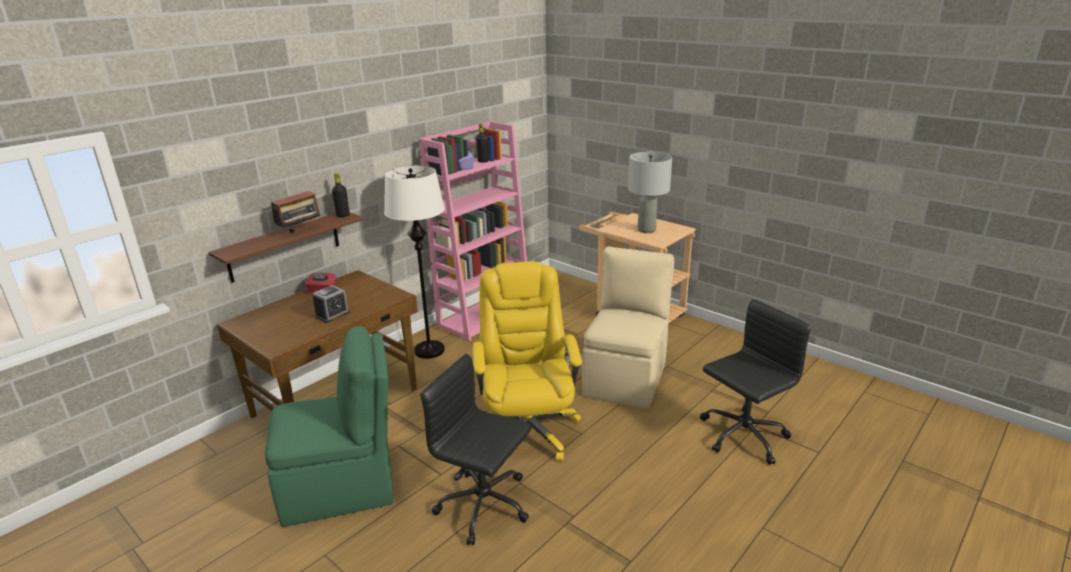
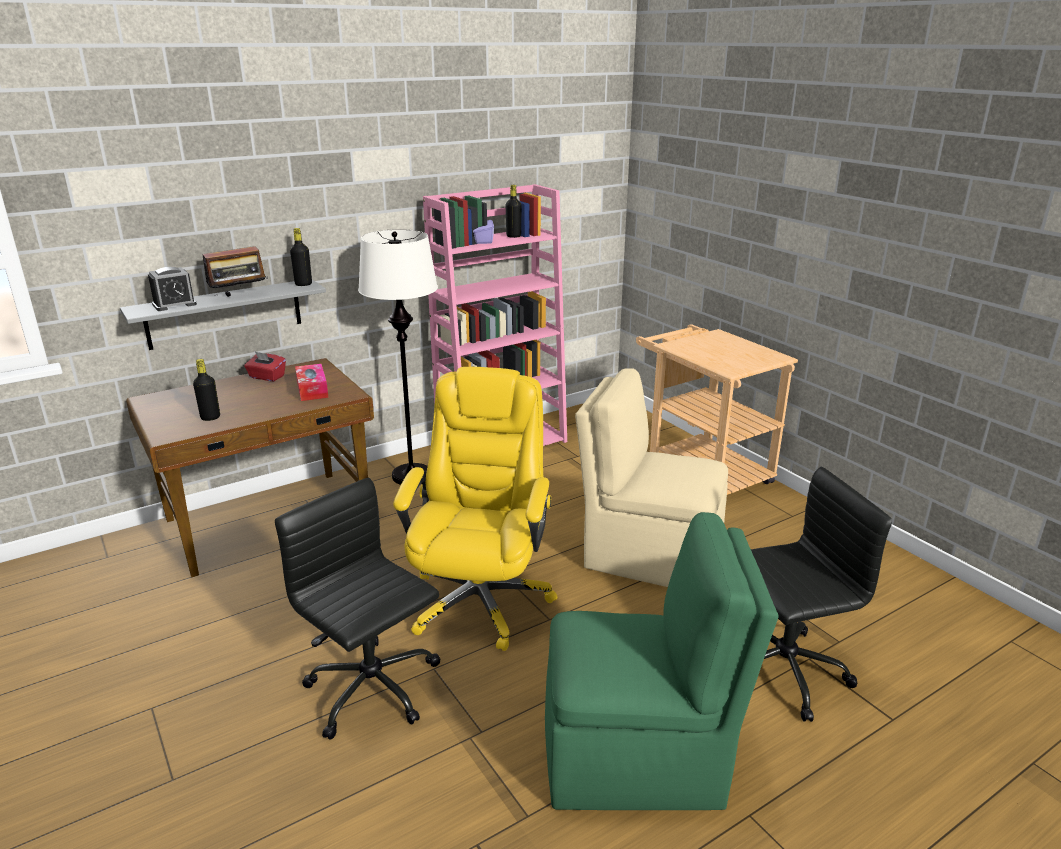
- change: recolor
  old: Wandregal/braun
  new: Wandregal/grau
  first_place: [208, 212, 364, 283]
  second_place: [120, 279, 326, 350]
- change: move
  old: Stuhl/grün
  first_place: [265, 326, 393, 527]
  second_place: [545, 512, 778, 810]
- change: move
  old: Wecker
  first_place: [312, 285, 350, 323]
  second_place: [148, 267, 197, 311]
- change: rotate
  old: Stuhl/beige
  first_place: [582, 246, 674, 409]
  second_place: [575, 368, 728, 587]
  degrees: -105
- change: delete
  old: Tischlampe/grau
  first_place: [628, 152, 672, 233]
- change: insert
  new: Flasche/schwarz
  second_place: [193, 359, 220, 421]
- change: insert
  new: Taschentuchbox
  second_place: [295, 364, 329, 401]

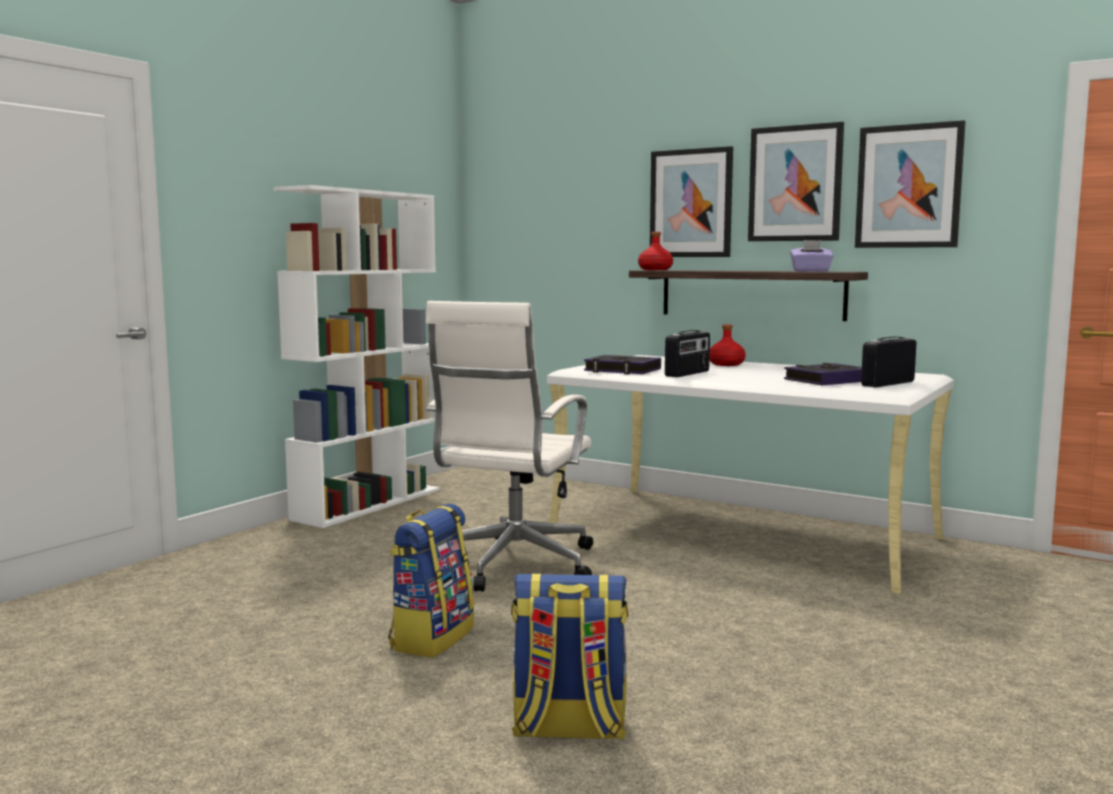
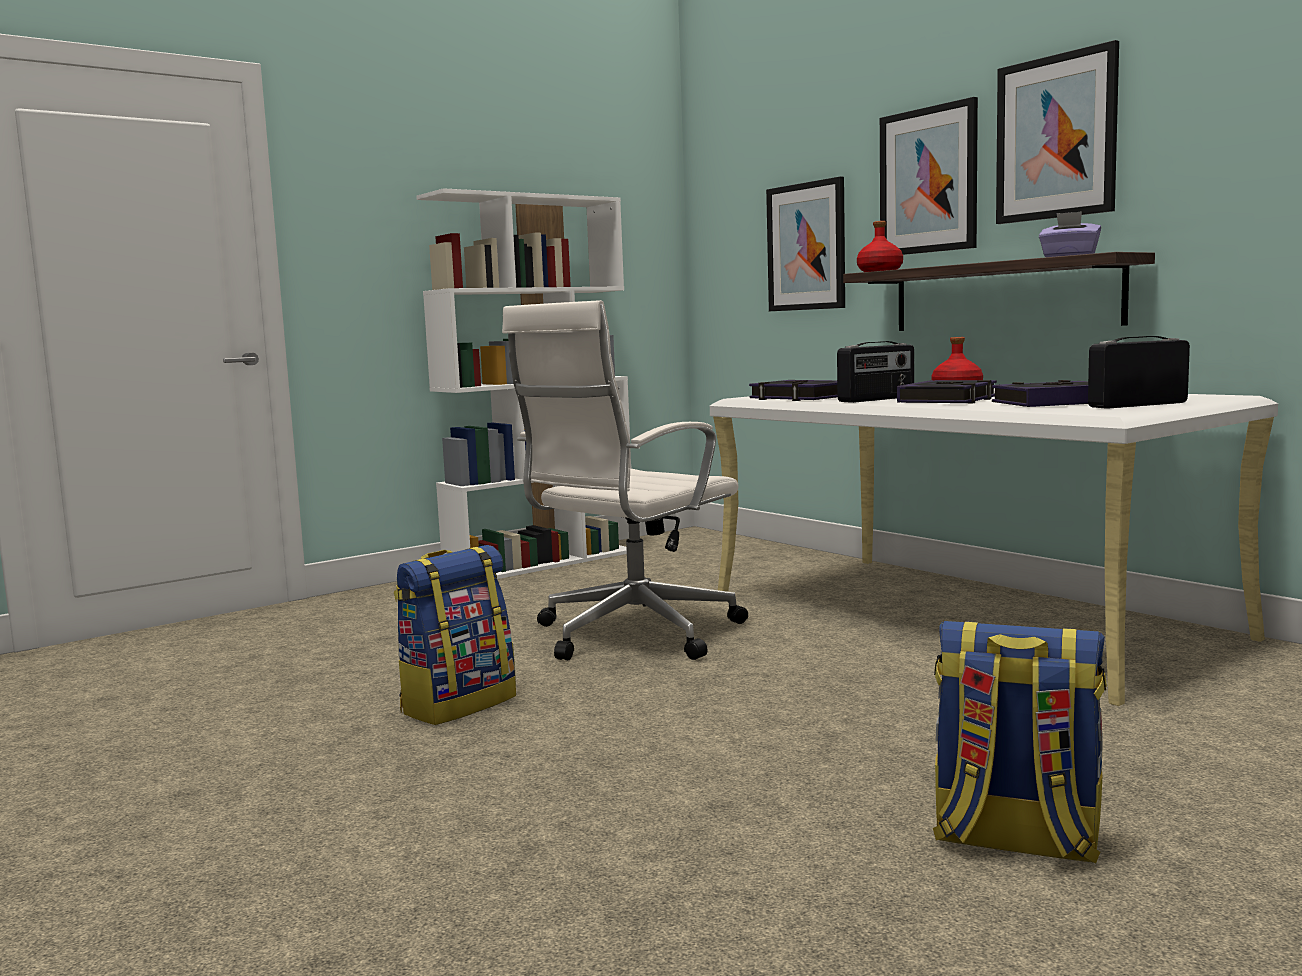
- change: move
  old: Rucksack
  first_place: [511, 574, 629, 740]
  second_place: [933, 621, 1107, 864]
- change: move
  old: Bild
  first_place: [855, 120, 965, 248]
  second_place: [766, 176, 845, 311]
- change: insert
  new: Buch
  second_place: [897, 380, 997, 404]

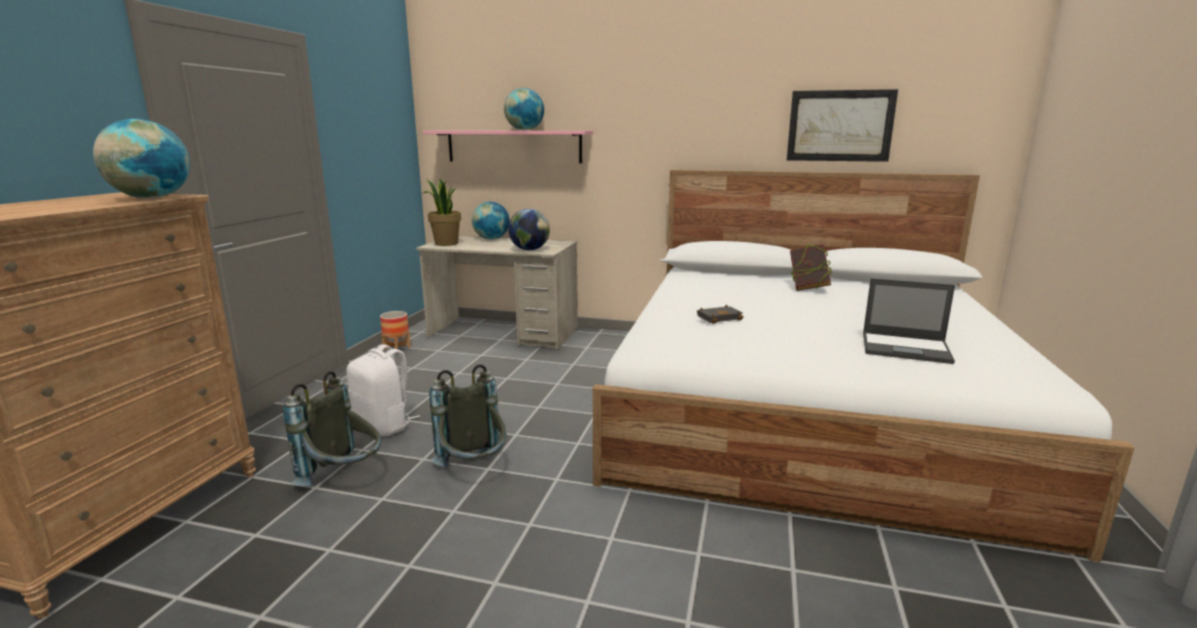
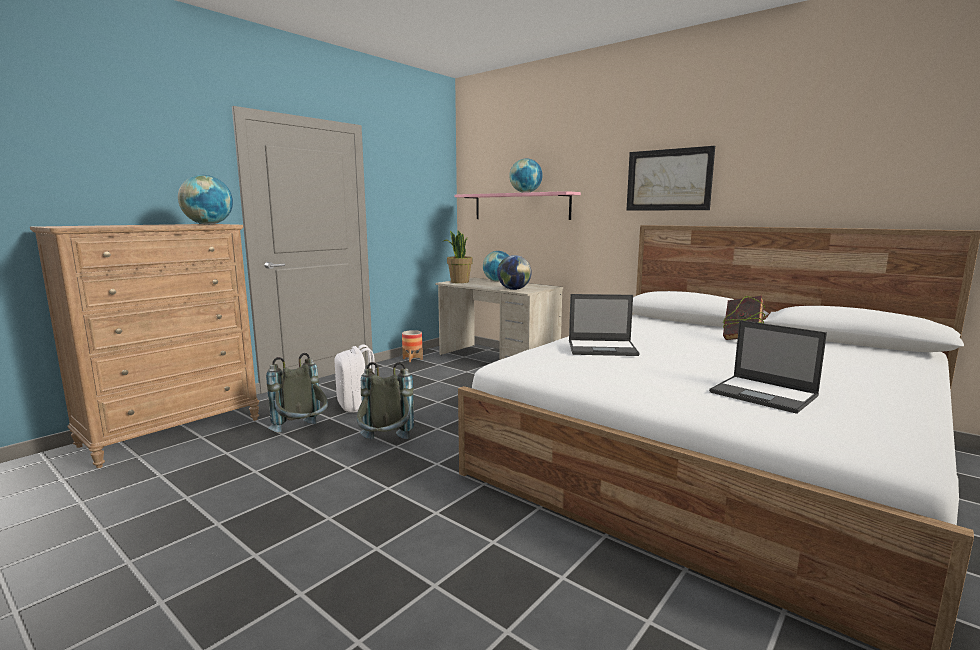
- change: replace
  old: Buch/schwarz
  new: Laptop
  first_place: [697, 305, 744, 324]
  second_place: [569, 294, 640, 356]
- change: move
  old: Bild
  first_place: [787, 89, 898, 162]
  second_place: [627, 146, 715, 210]

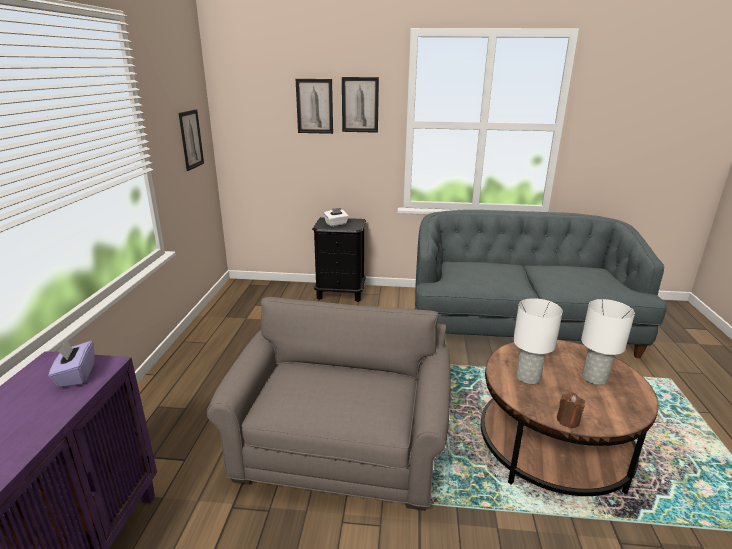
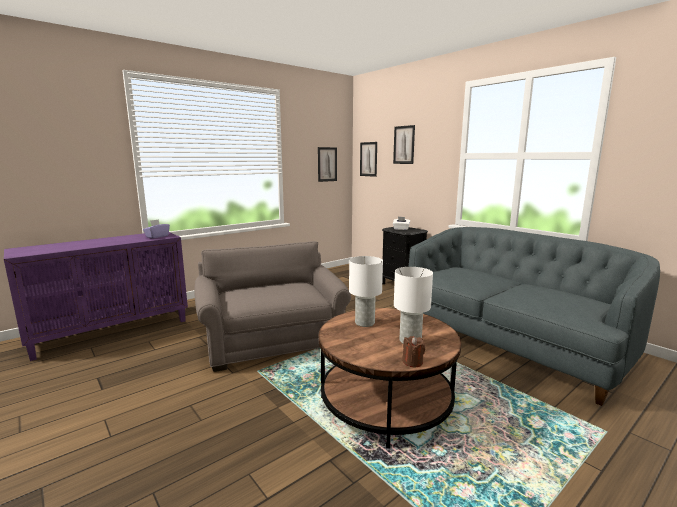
- change: rotate
  old: Sessel/grau
  first_place: [207, 297, 451, 511]
  second_place: [194, 241, 351, 372]
  degrees: -75
- change: move
  old: Bild
  first_place: [342, 77, 379, 133]
  second_place: [360, 142, 377, 177]
- change: move
  old: Kerze/braun
  first_place: [557, 392, 585, 428]
  second_place: [402, 336, 425, 367]

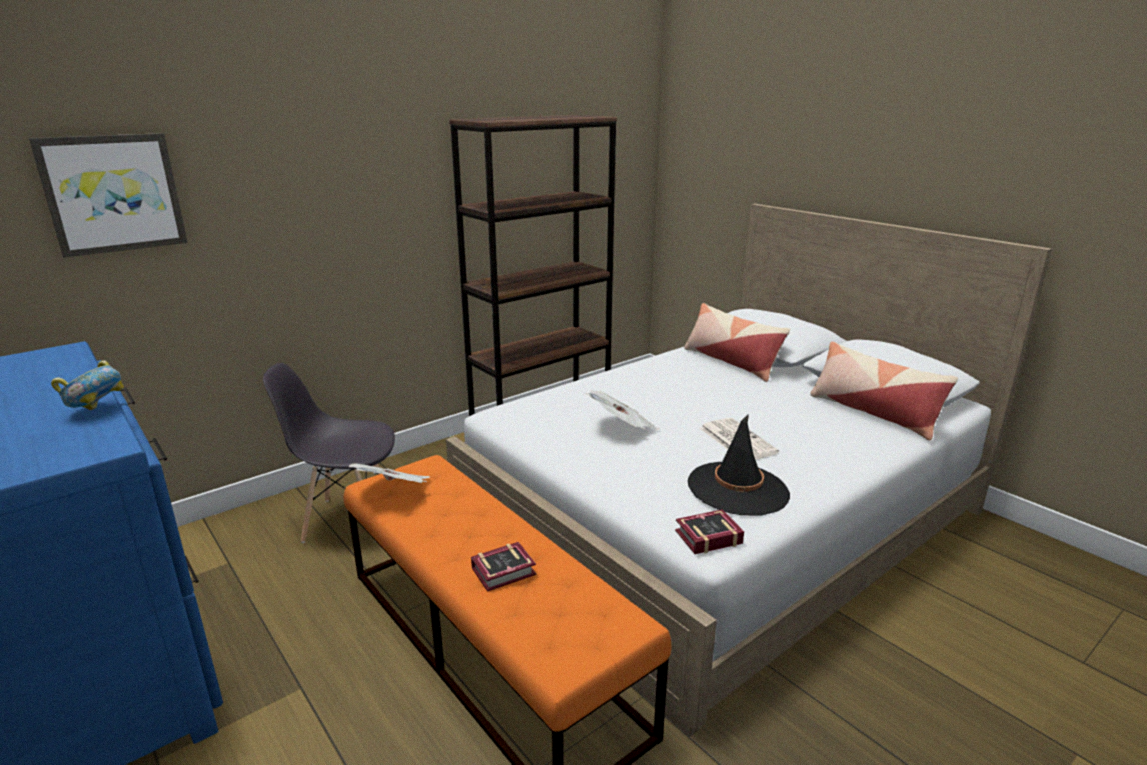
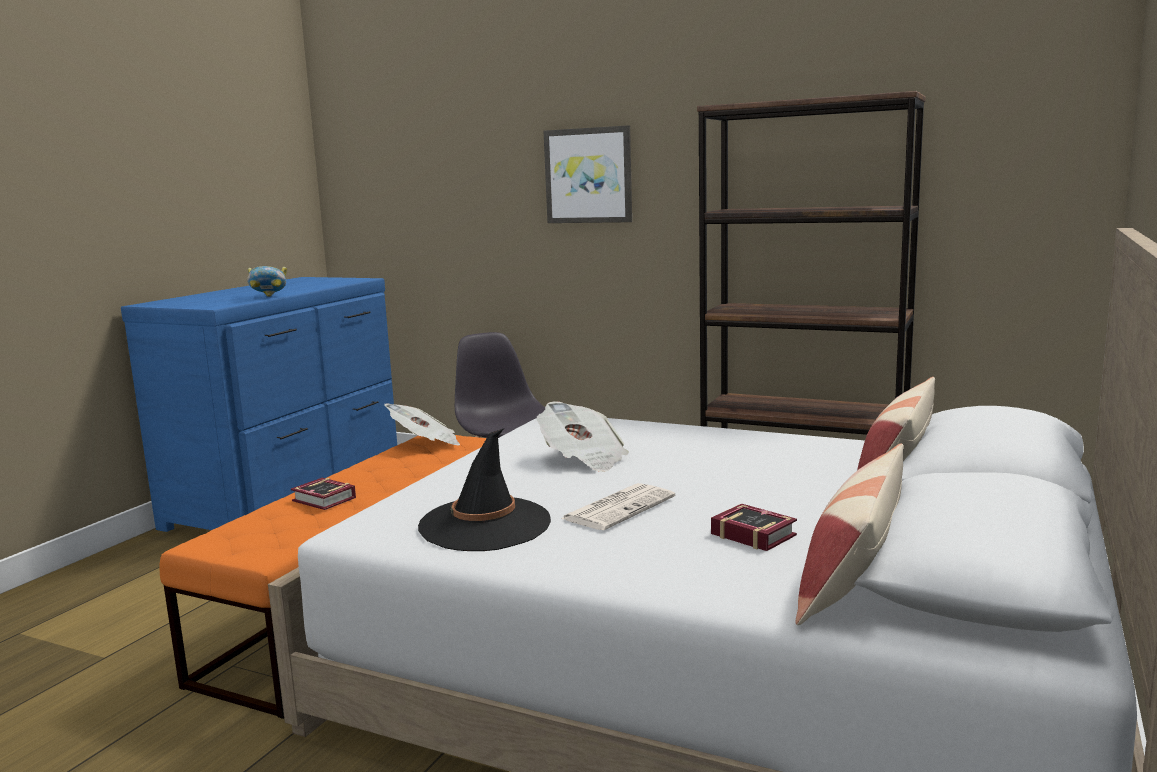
- change: move
  old: Bild
  first_place: [29, 133, 188, 258]
  second_place: [543, 125, 632, 223]
- change: move
  old: Buch
  first_place: [675, 509, 744, 554]
  second_place: [711, 504, 797, 551]

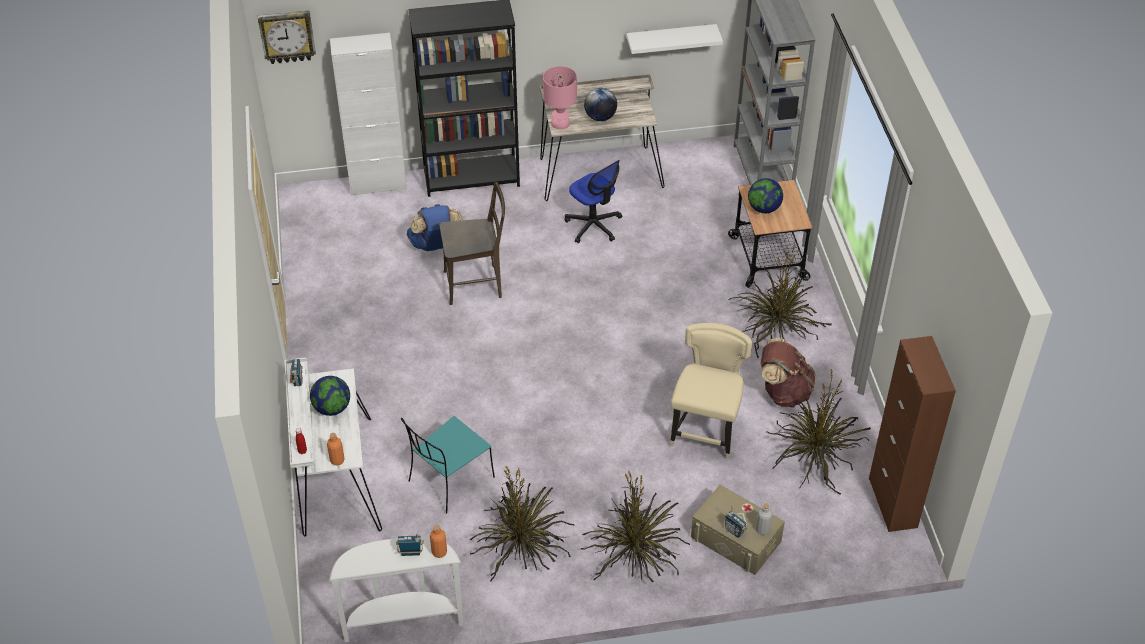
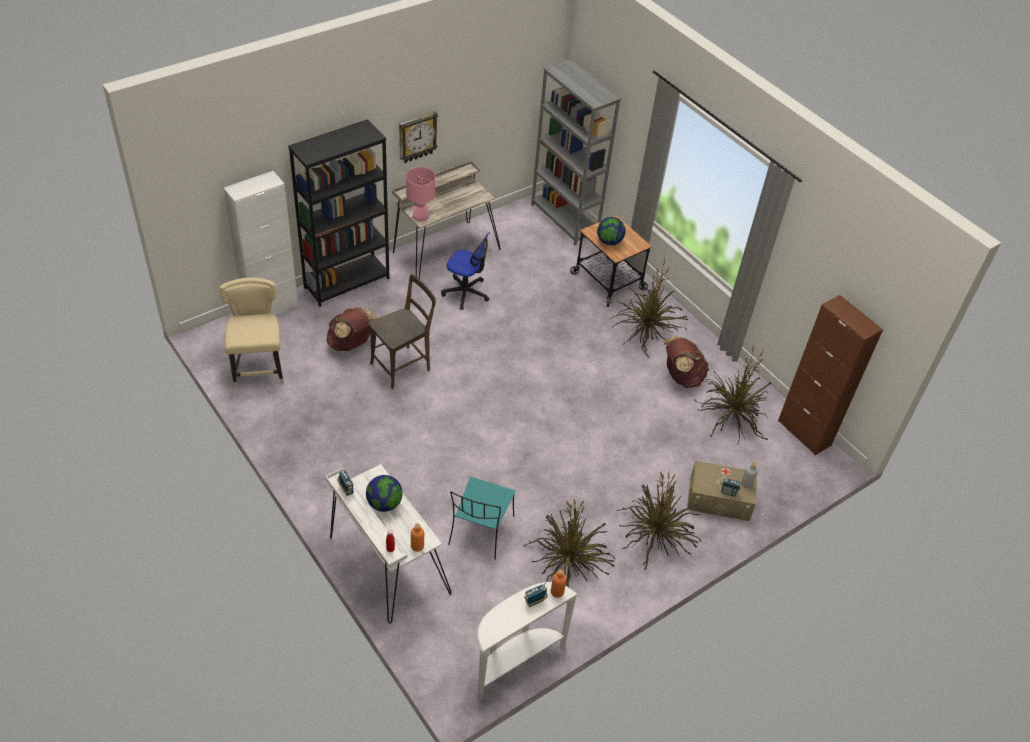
- change: move
  old: Wanduhr
  first_place: [258, 10, 316, 64]
  second_place: [399, 111, 438, 163]
- change: recolor
  old: Rucksack/blau
  new: Rucksack/braun
  first_place: [407, 204, 463, 251]
  second_place: [326, 308, 376, 351]
- change: delete
  old: Globus
  first_place: [584, 88, 617, 121]
- change: delete
  old: Wandregal/weiß
  first_place: [627, 24, 723, 54]
- change: move
  old: Stuhl/beige
  first_place: [670, 323, 752, 460]
  second_place: [219, 277, 284, 387]

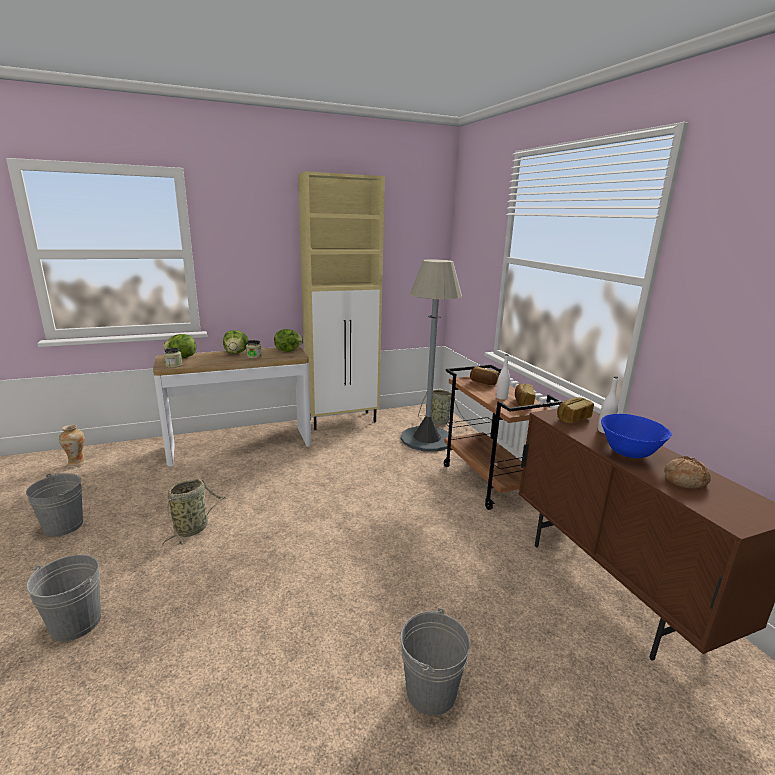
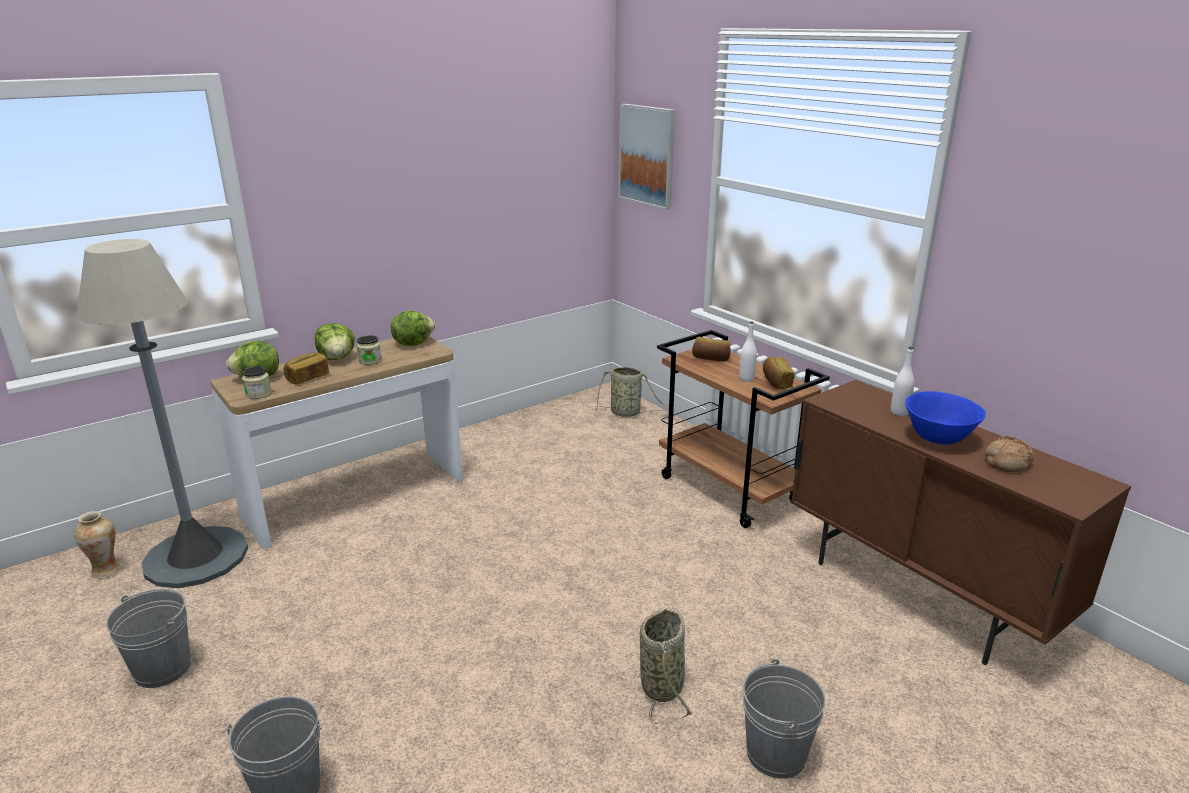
- change: move
  old: Korb
  first_place: [162, 479, 226, 546]
  second_place: [640, 608, 693, 724]
- change: delete
  old: Schrank/beige
  first_place: [298, 171, 385, 430]
- change: move
  old: Stehlampe/grau
  first_place: [401, 259, 462, 452]
  second_place: [77, 239, 248, 588]
- change: move
  old: Brot
  first_place: [557, 397, 594, 424]
  second_place: [283, 352, 329, 385]
- change: insert
  new: Bild
  second_place: [619, 104, 675, 210]

